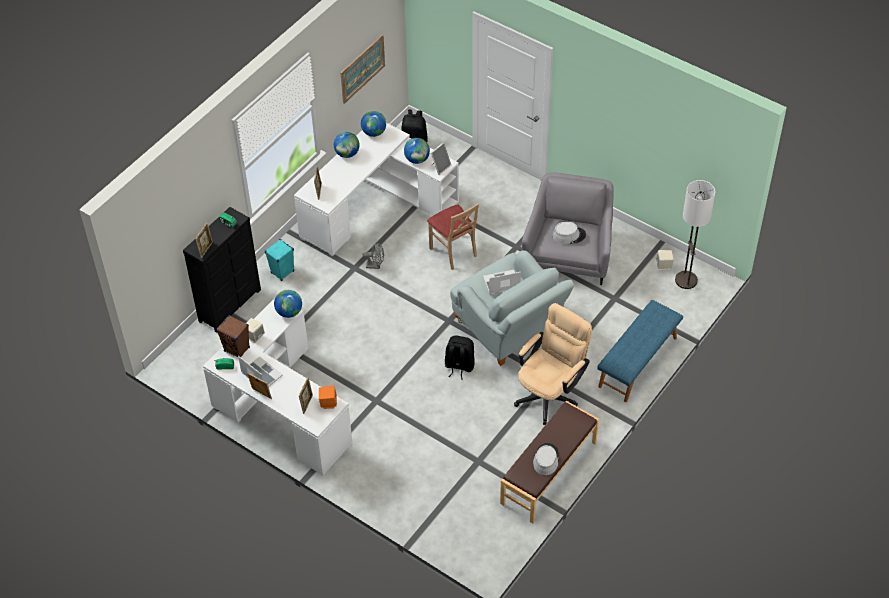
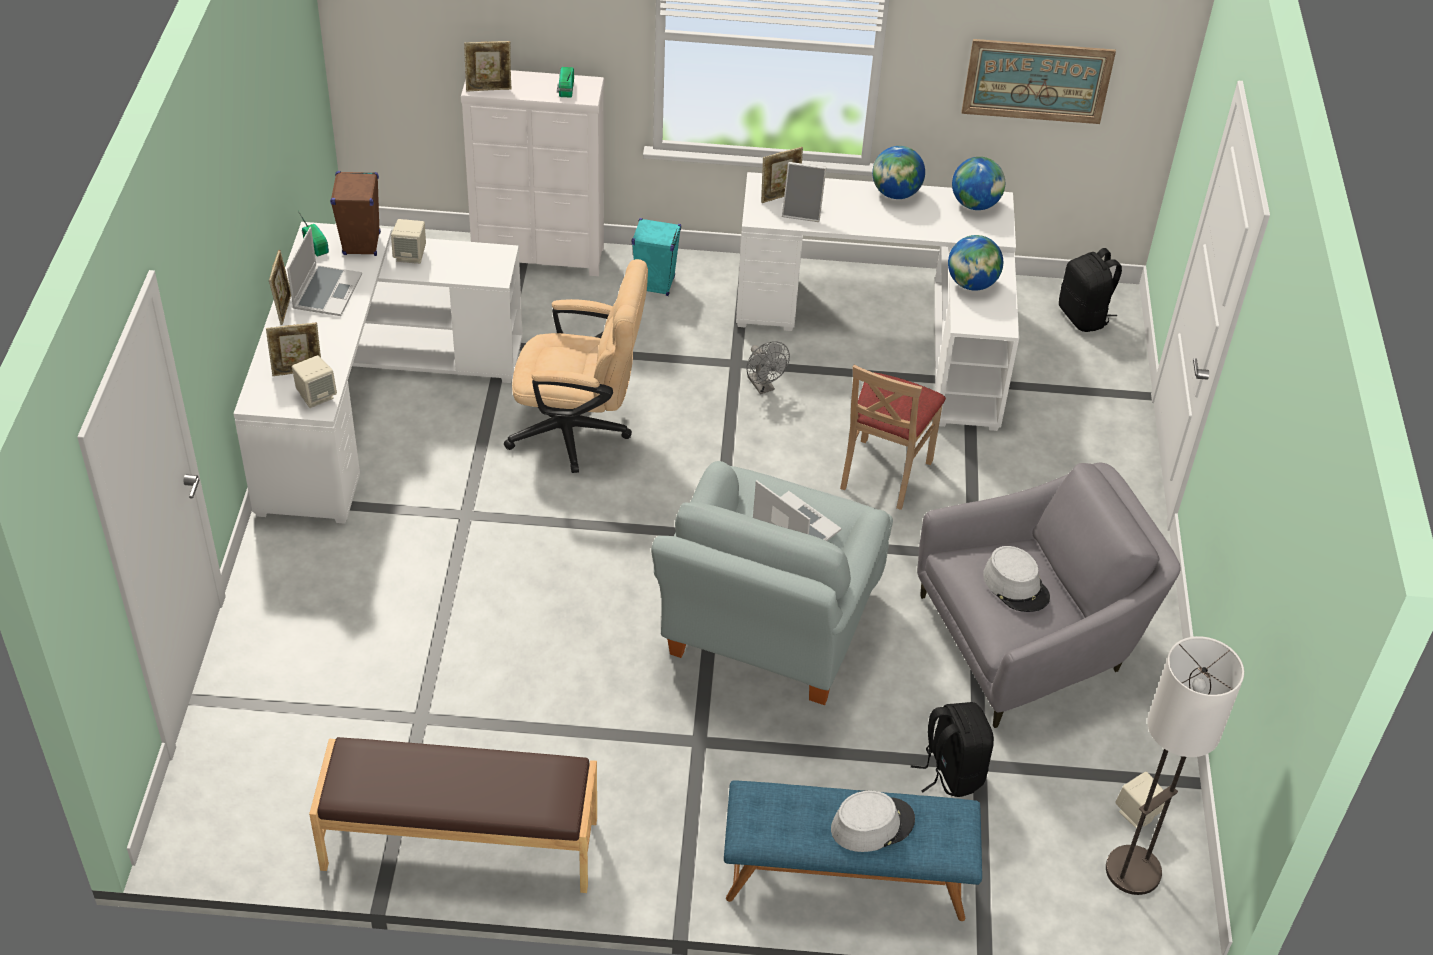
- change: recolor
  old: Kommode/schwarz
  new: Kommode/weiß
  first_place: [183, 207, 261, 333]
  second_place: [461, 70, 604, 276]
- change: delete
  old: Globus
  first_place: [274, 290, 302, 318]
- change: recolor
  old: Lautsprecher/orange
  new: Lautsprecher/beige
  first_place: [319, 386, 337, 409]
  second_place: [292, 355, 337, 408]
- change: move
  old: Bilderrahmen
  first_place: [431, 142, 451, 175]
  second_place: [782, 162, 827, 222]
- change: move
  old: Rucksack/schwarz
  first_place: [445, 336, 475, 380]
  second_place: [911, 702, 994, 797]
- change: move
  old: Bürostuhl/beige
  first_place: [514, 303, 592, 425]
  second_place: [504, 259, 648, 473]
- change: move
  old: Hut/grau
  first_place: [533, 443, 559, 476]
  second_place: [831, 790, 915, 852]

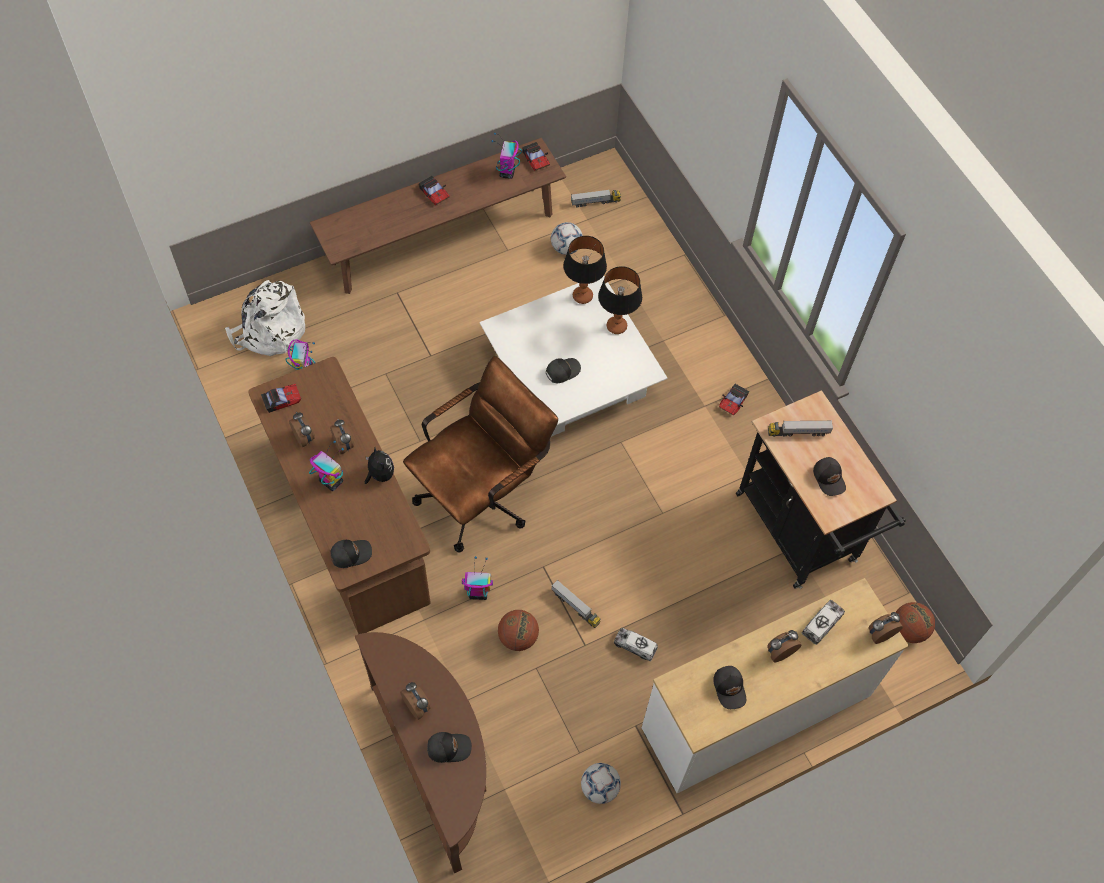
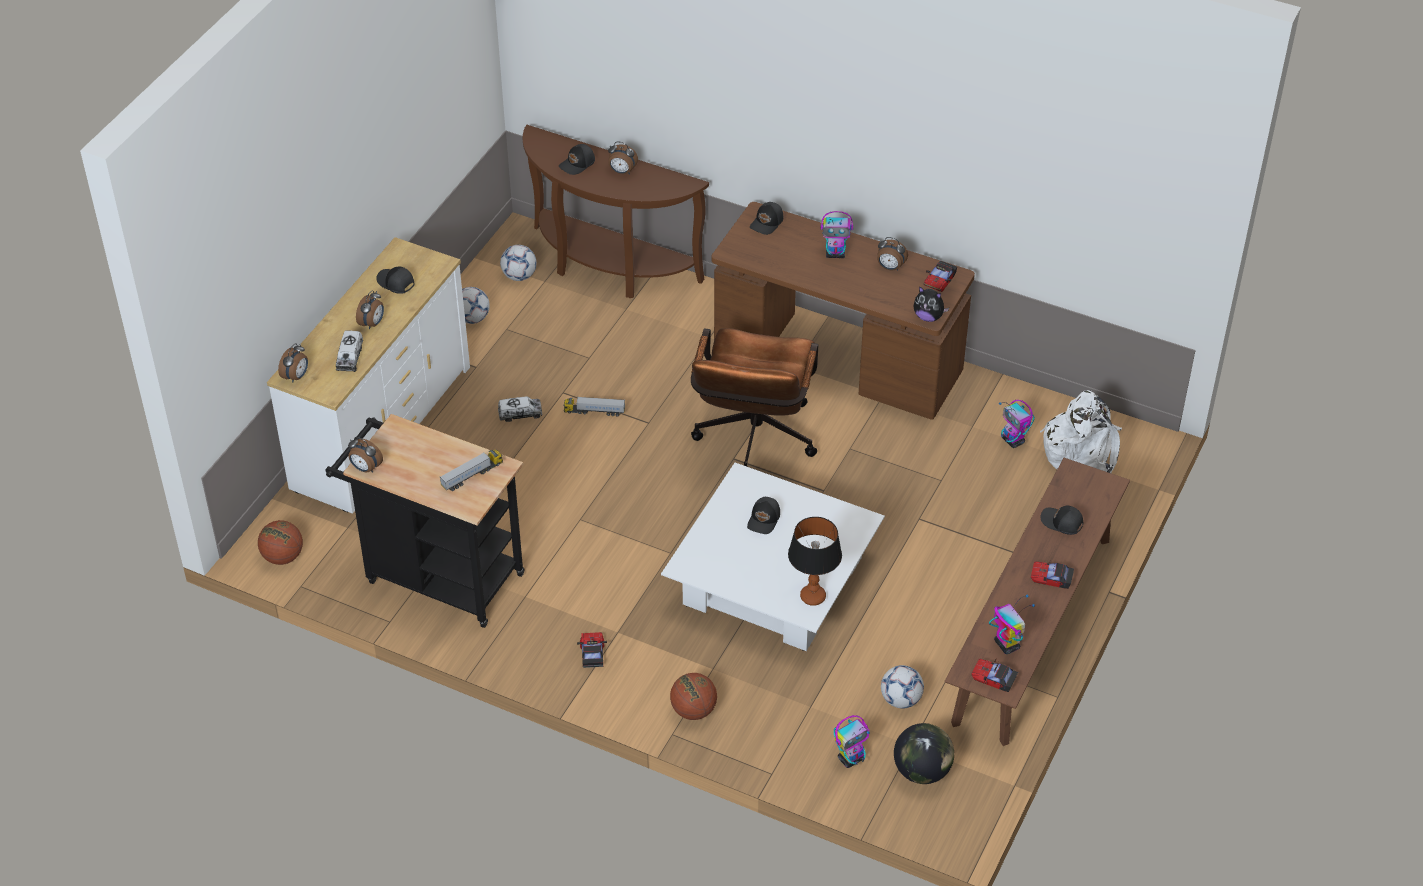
- change: move
  old: Wecker
  first_place: [330, 419, 354, 455]
  second_place: [348, 437, 383, 473]
- change: move
  old: Plüschtier
  first_place: [365, 447, 394, 484]
  second_place: [914, 286, 949, 322]
- change: move
  old: Spielzeugroboter
  first_place: [462, 556, 493, 600]
  second_place: [834, 715, 870, 768]
- change: move
  old: Basketball
  first_place: [498, 610, 539, 651]
  second_place: [670, 673, 717, 720]
- change: replace
  old: Spielzeuglaster
  new: Globus
  first_place: [571, 190, 621, 208]
  second_place: [894, 723, 954, 784]
- change: delete
  old: Tischlampe
  first_place: [598, 266, 642, 334]
- change: move
  old: Kappe/schwarz
  first_place: [813, 457, 846, 496]
  second_place: [1041, 506, 1083, 535]
- change: insert
  new: Fußball
  second_place: [500, 245, 537, 281]

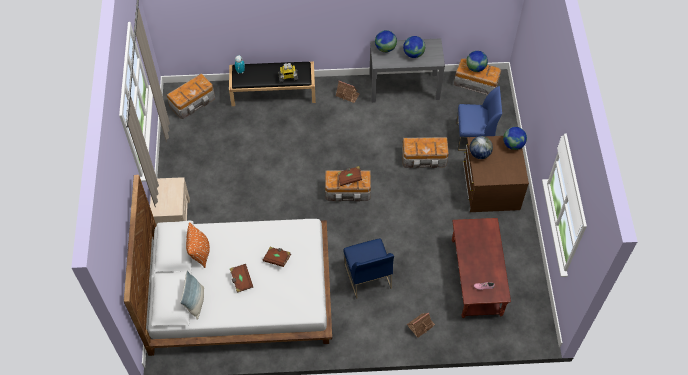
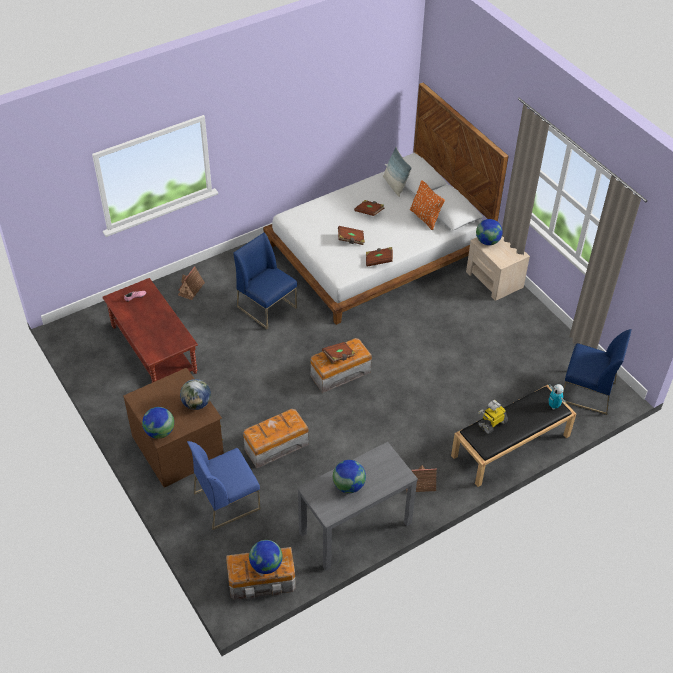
- change: replace
  old: Aufbewahrungsbox
  new: Stuhl/blau
  first_place: [167, 73, 215, 119]
  second_place: [563, 329, 632, 415]
- change: move
  old: Globus
  first_place: [375, 30, 397, 52]
  second_place: [476, 219, 503, 245]
- change: insert
  new: Buch/braun
  second_place: [366, 247, 393, 267]

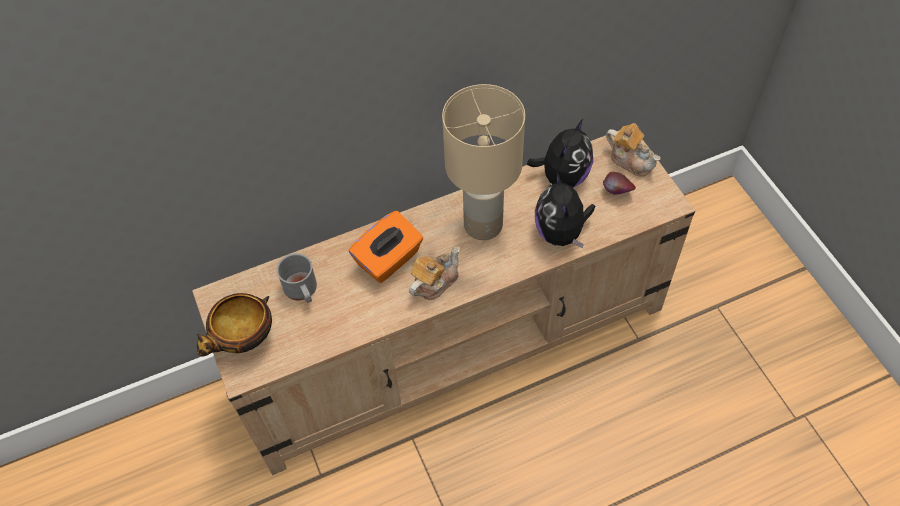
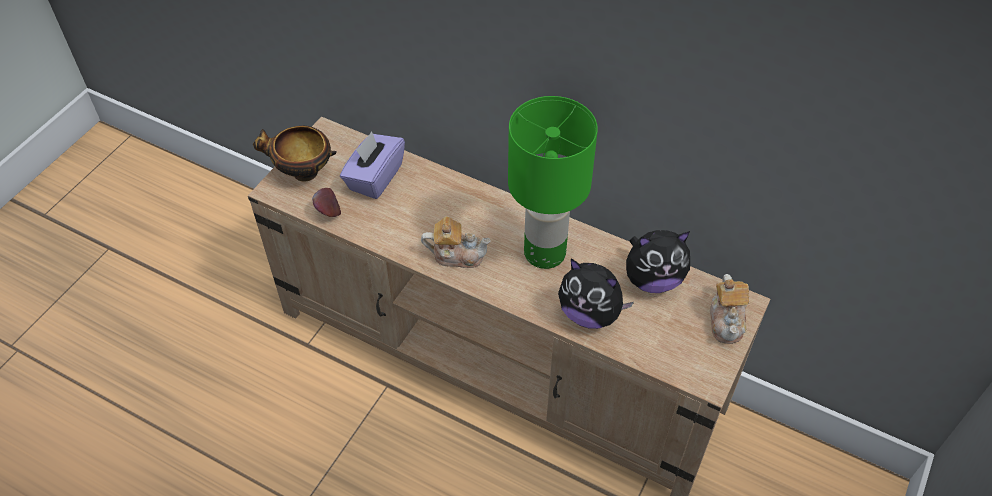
- change: replace
  old: Henkelbecher/grau
  new: Taschentuchbox/lila
  first_place: [276, 253, 317, 303]
  second_place: [340, 132, 405, 199]
- change: delete
  old: Taschentuchbox/orange
  first_place: [349, 211, 423, 283]
- change: recolor
  old: Tischlampe/beige
  new: Tischlampe/grün
  first_place: [442, 84, 525, 240]
  second_place: [508, 96, 598, 269]
- change: rotate
  old: Plüschtier
  first_place: [535, 172, 595, 248]
  second_place: [558, 259, 634, 329]
  degrees: -105
- change: move
  old: Apfel
  first_place: [603, 172, 636, 195]
  second_place: [312, 188, 341, 217]

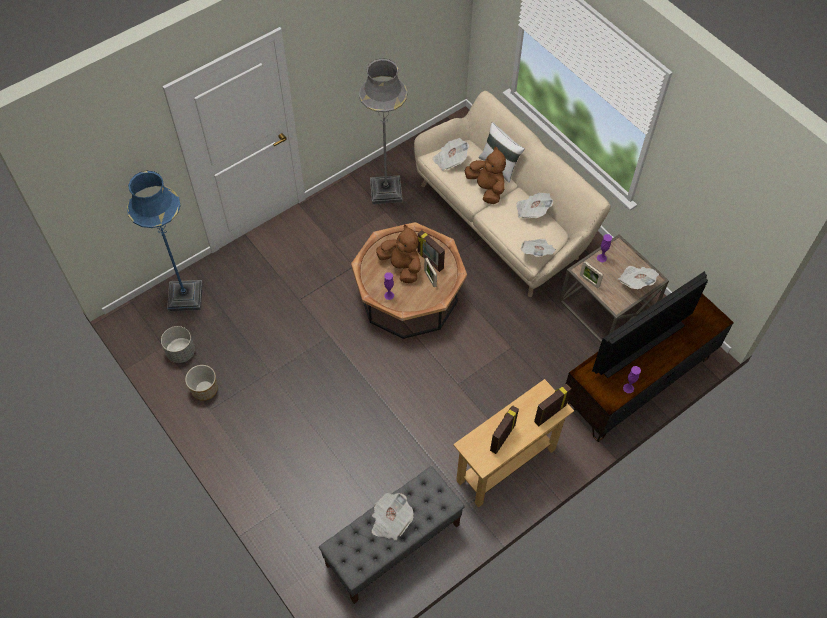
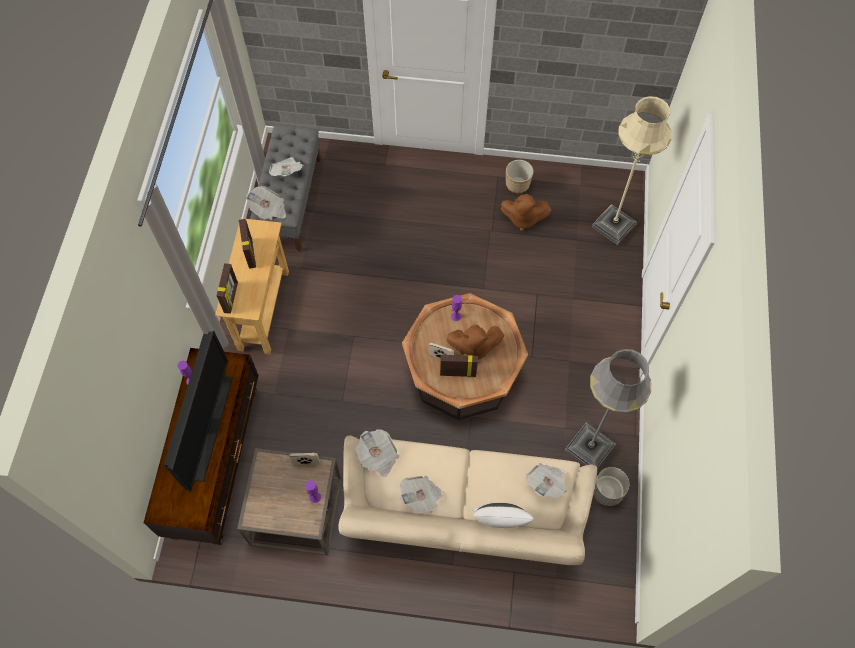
- change: recolor
  old: Stehlampe/blau
  new: Stehlampe/beige
  first_place: [127, 171, 203, 312]
  second_place: [592, 96, 672, 245]
- change: move
  old: Pflanzkübel/grau
  first_place: [161, 326, 195, 363]
  second_place: [593, 467, 629, 506]
- change: move
  old: Plüschtier/braun
  first_place: [465, 146, 506, 204]
  second_place: [501, 194, 551, 231]
- change: move
  old: Zeitung
  first_place: [618, 266, 659, 289]
  second_place: [246, 186, 286, 220]

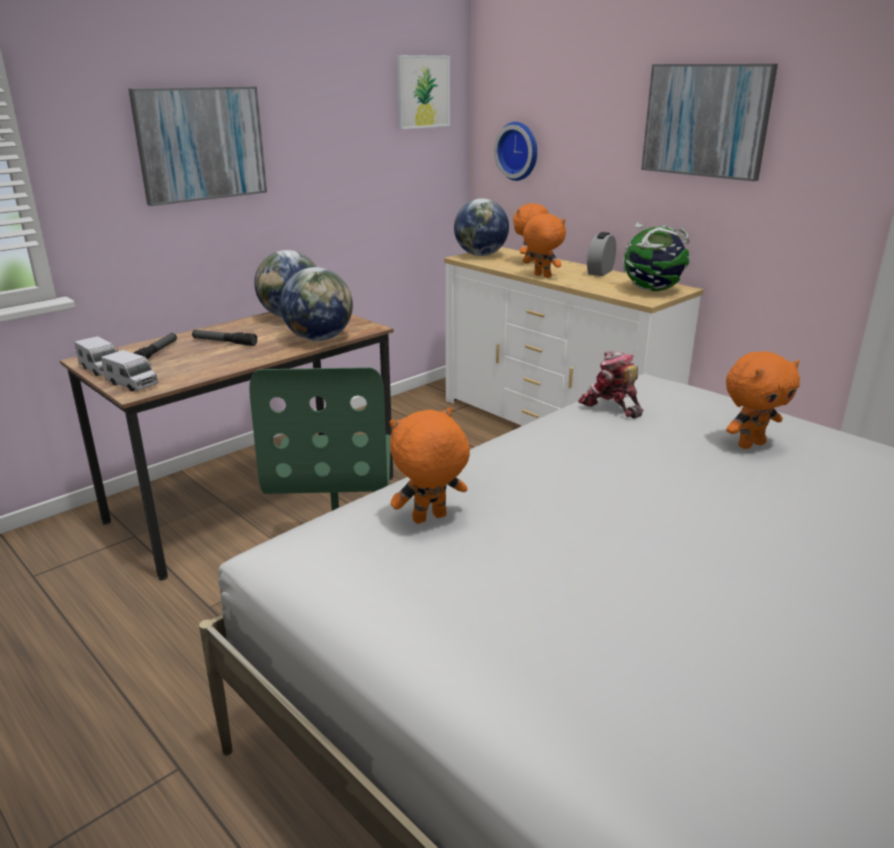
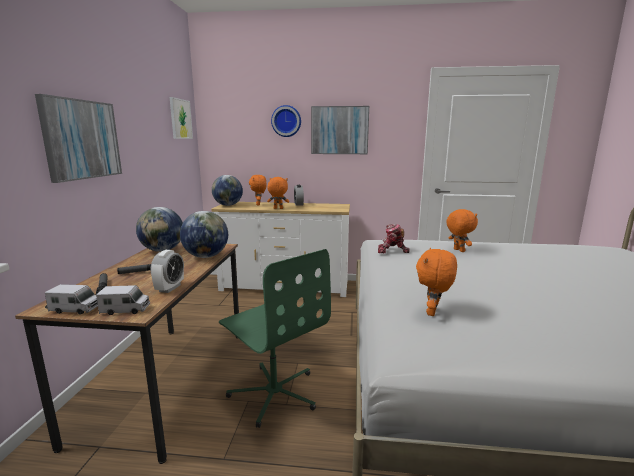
- change: move
  old: Wanduhr
  first_place: [494, 122, 537, 181]
  second_place: [271, 105, 301, 137]
- change: delete
  old: Globus
  first_place: [623, 222, 691, 291]
- change: rotate
  old: Plüschtier/orange
  first_place: [726, 351, 800, 449]
  second_place: [446, 209, 478, 252]
  degrees: -45
- change: insert
  new: Wecker
  second_place: [151, 250, 184, 293]

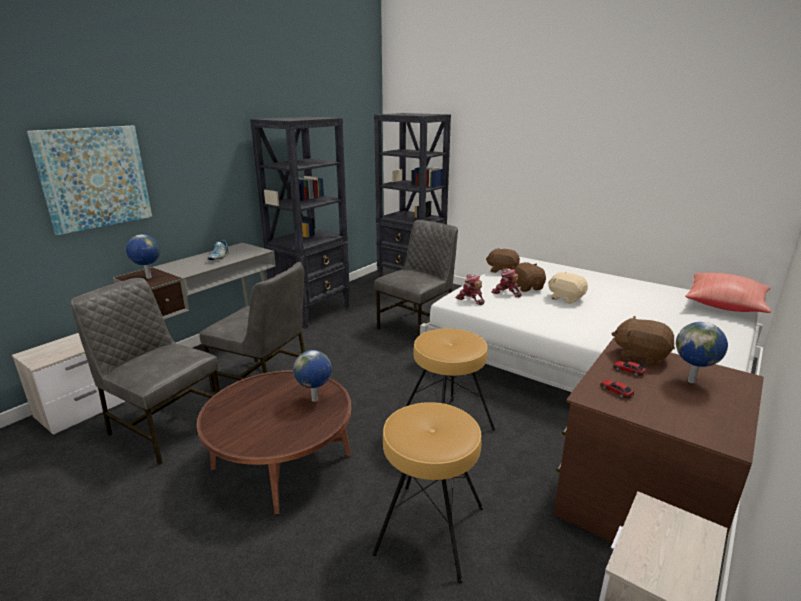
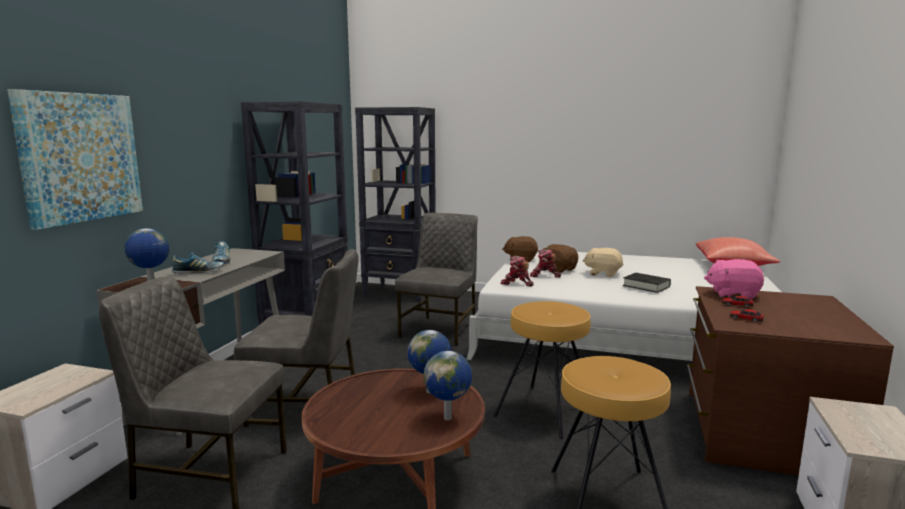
- change: recolor
  old: Plüschtier/braun
  new: Plüschtier/rosa
  first_place: [612, 316, 675, 366]
  second_place: [704, 259, 764, 300]
- change: move
  old: Globus
  first_place: [676, 322, 728, 383]
  second_place: [424, 351, 472, 421]
- change: insert
  new: Schuh
  second_place: [172, 252, 224, 274]
- change: insert
  new: Buch/schwarz
  second_place: [623, 273, 671, 293]

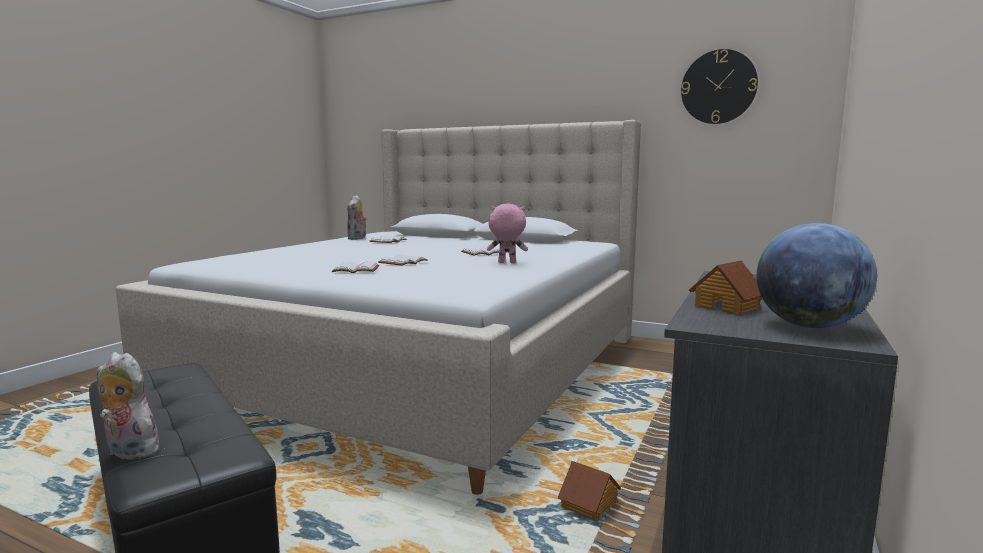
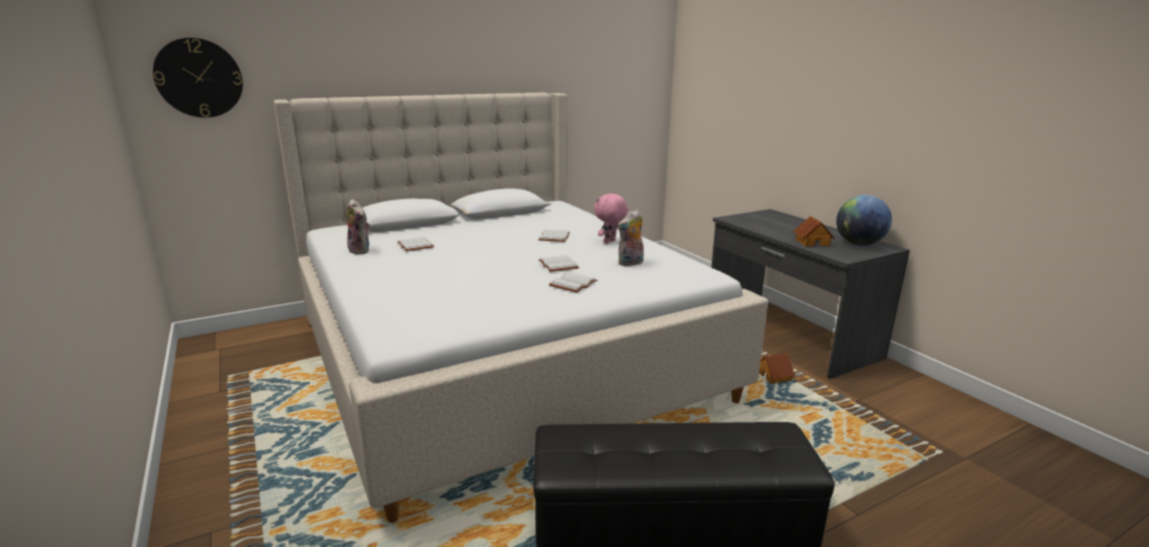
- change: move
  old: Plüschtier
  first_place: [97, 352, 160, 462]
  second_place: [617, 210, 644, 266]
- change: move
  old: Wanduhr
  first_place: [681, 49, 758, 124]
  second_place: [153, 38, 243, 118]

